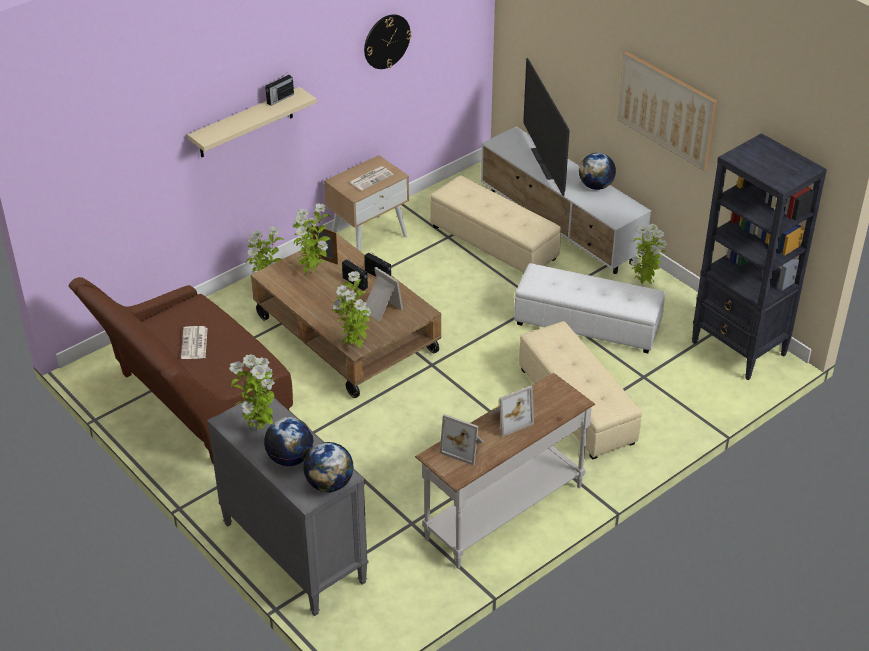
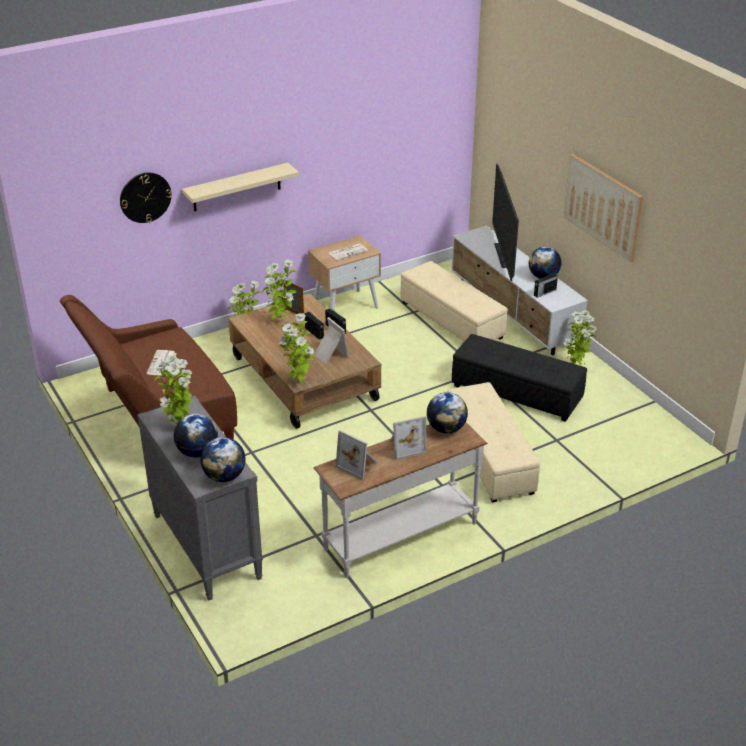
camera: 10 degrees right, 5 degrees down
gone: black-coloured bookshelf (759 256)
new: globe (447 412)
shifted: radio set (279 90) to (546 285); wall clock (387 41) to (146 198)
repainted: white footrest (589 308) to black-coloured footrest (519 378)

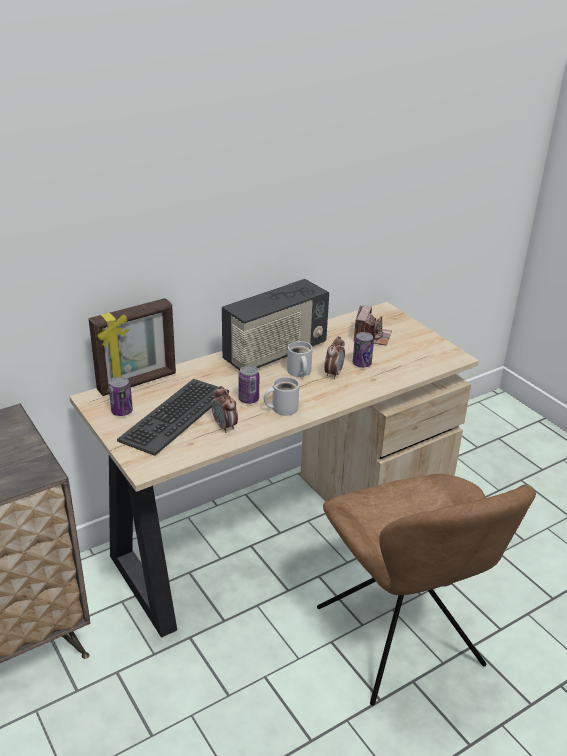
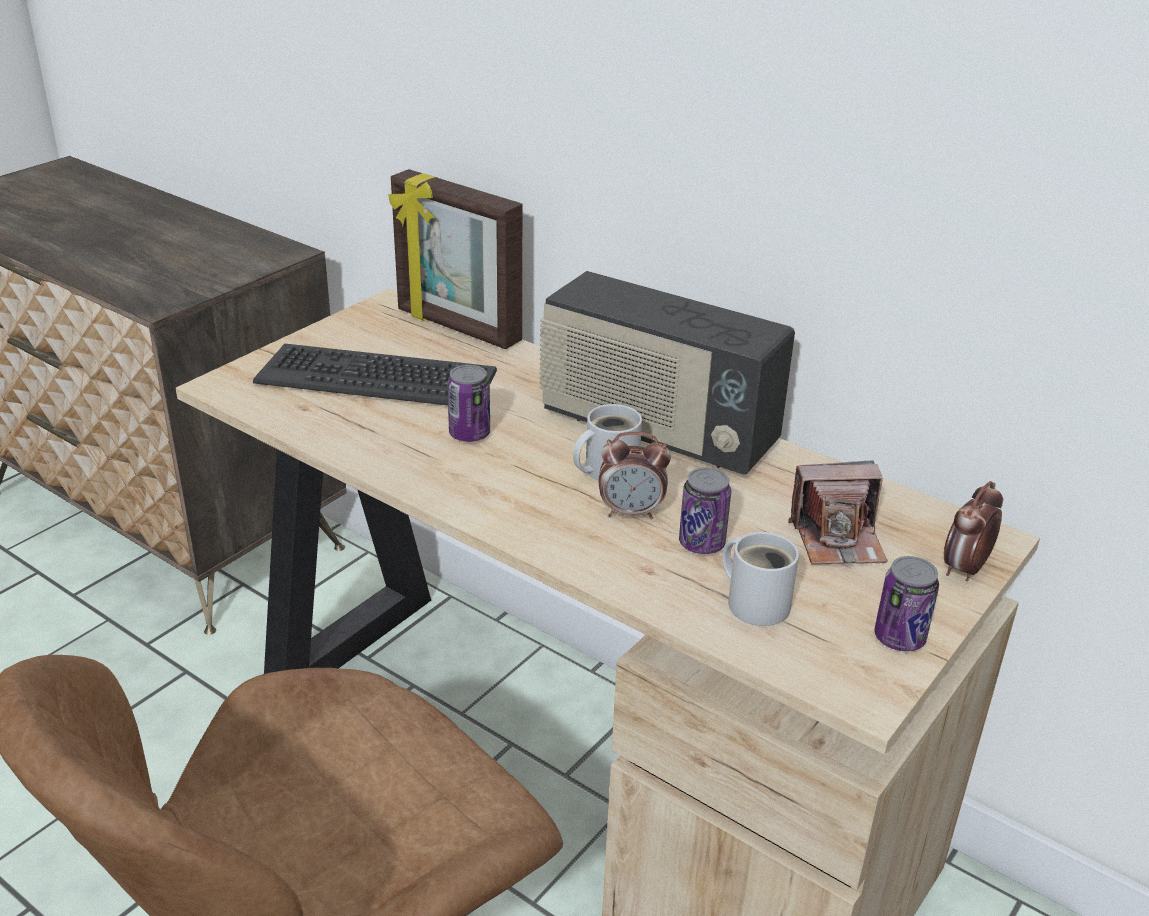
camera: 70 degrees right, 0 degrees up
shifted: sealed can (121 396) to (906 603); bedside clock (225 409) to (973 531); white tea mug (281 396) to (760 579)

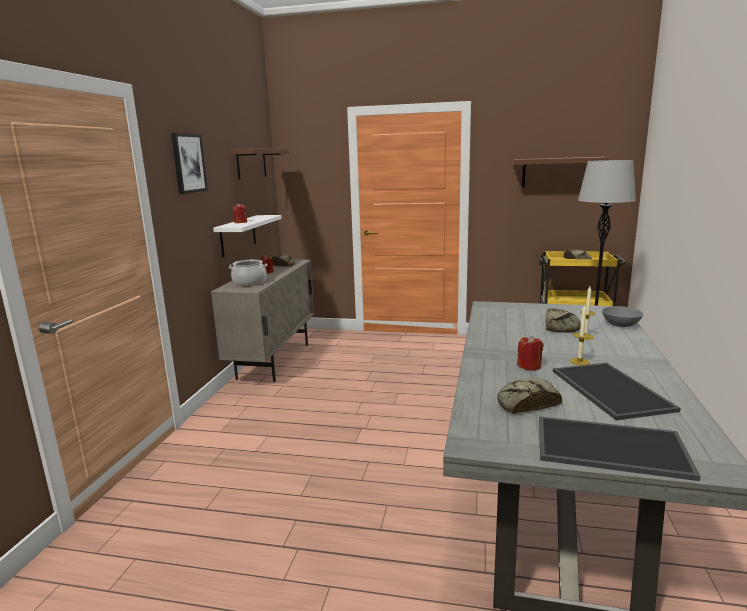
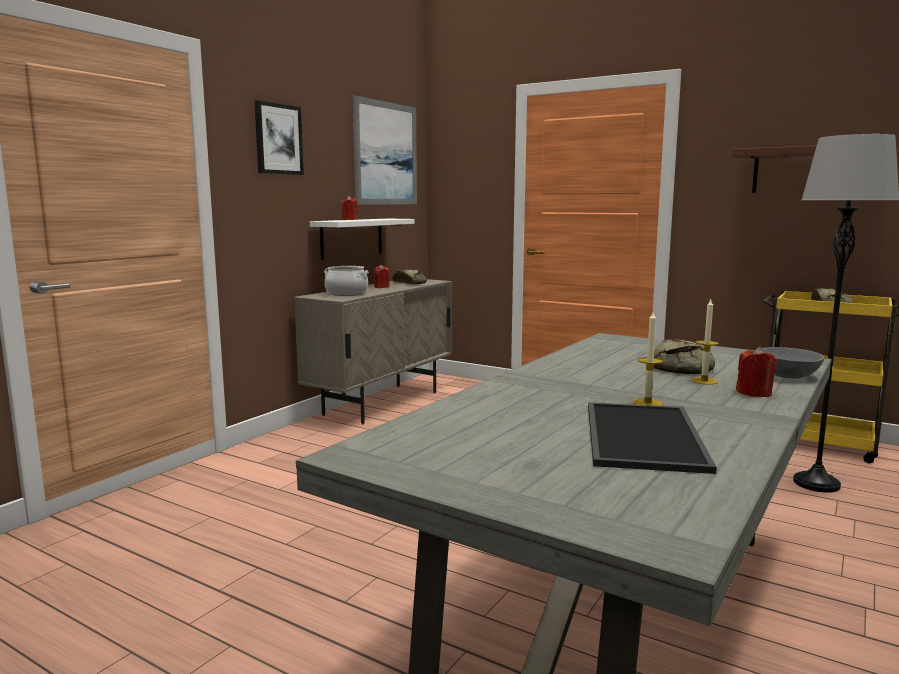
camera: 20 degrees right, 5 degrees down
gone: baked bread (529 395); serving tray (620 448)
shifted: reddish candle (530 353) to (756 372)
swapped: brownish shelf (260 164) to picture (385 150)

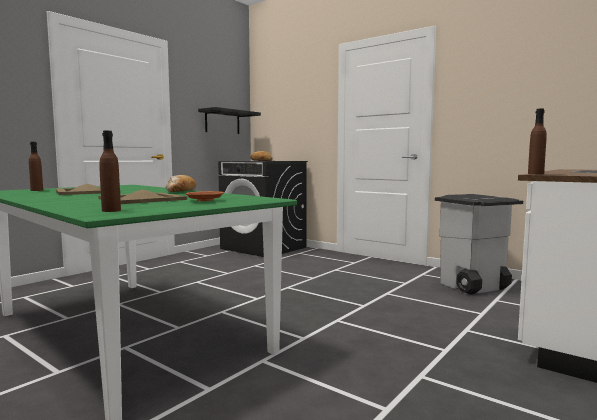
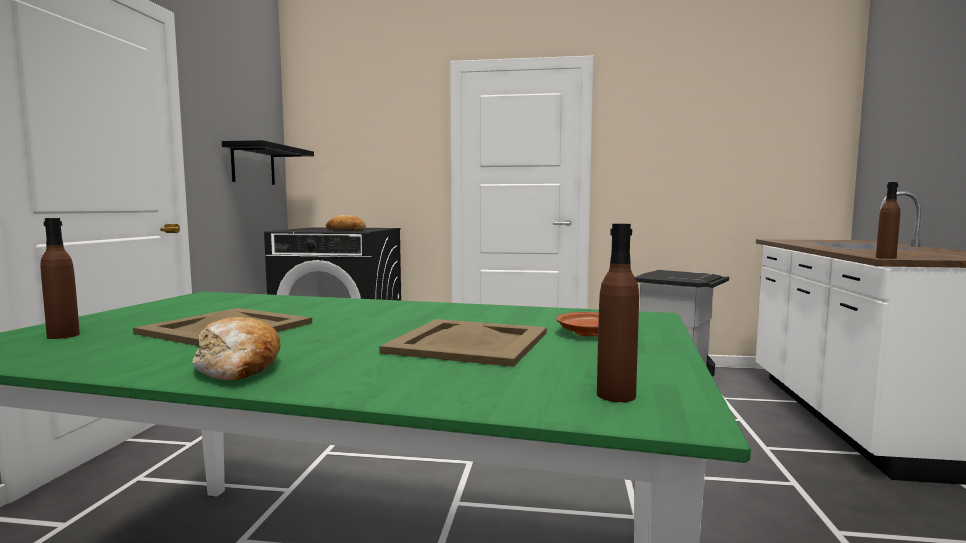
camera: 30 degrees left, 0 degrees up
shifted: baked bread (180 183) to (236 349)

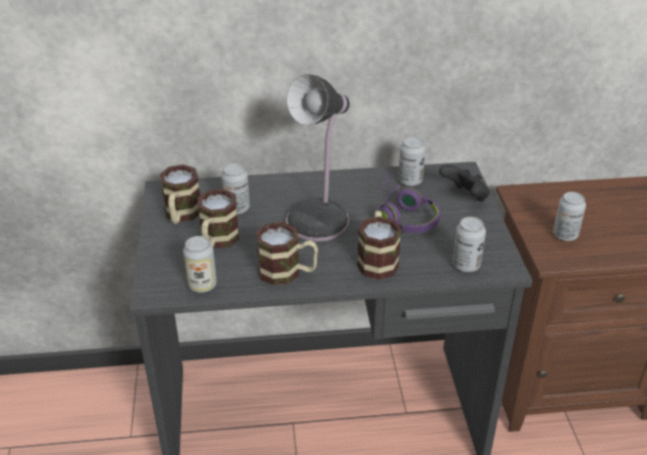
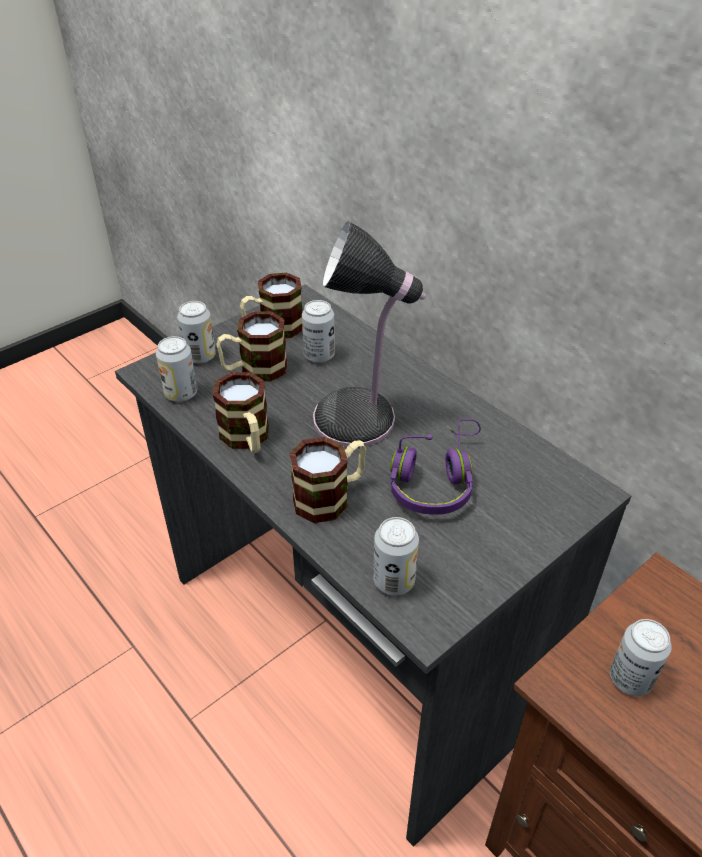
camera: 55 degrees right, 5 degrees up
gone: black-coloured game controller (464 183)
shifted: sealed can (412 161) to (196 332)

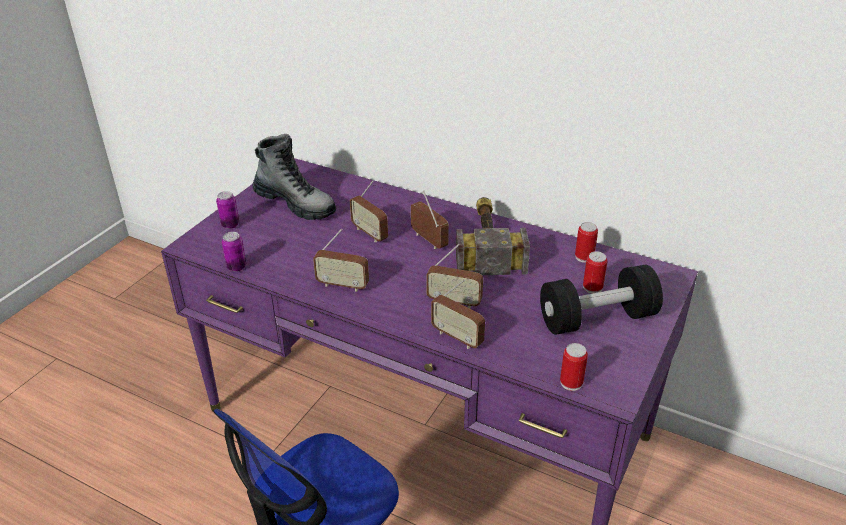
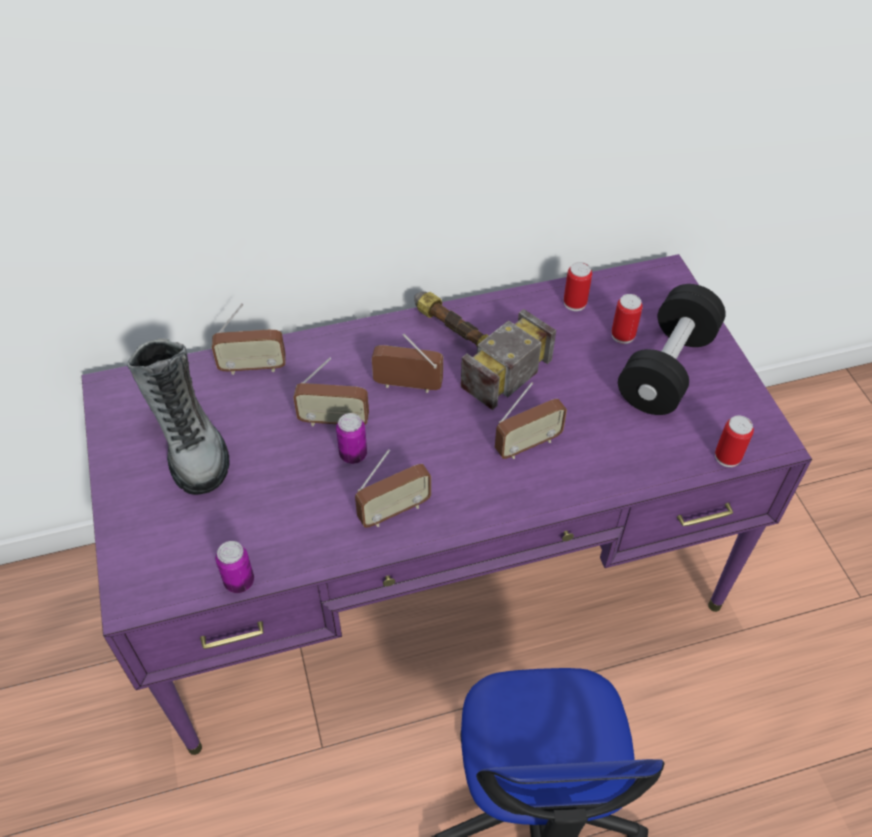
camera: 45 degrees left, 15 degrees up
shifted: sealed can (227 210) to (351 438); radio set (458 314) to (249 339)
rotated: high-top boot (294 177) = (178 416) 75 degrees clockwise

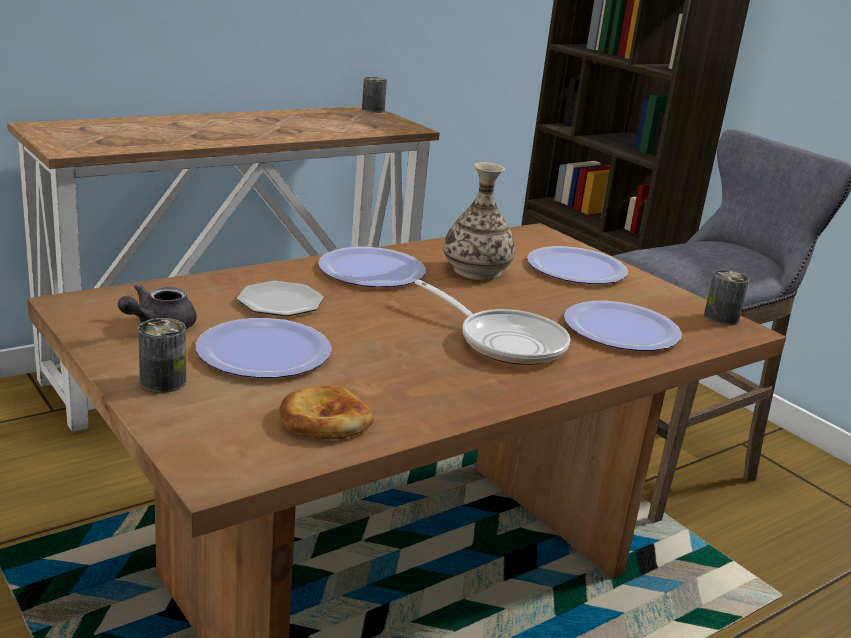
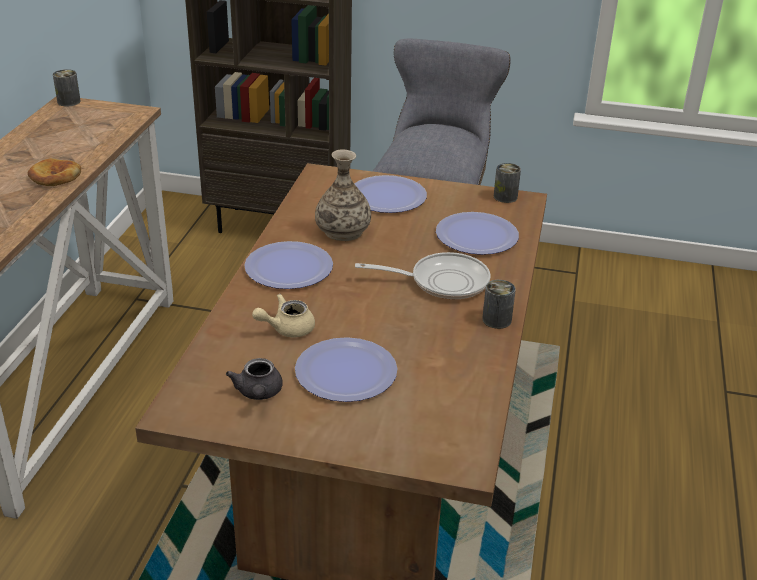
camera: 40 degrees left, 10 degrees up
shifted: sealed can (162 355) to (499 304); baked bread (326 412) to (54 172)
swapped: plate (280 298) to beige-coloured tea pot (283 315)

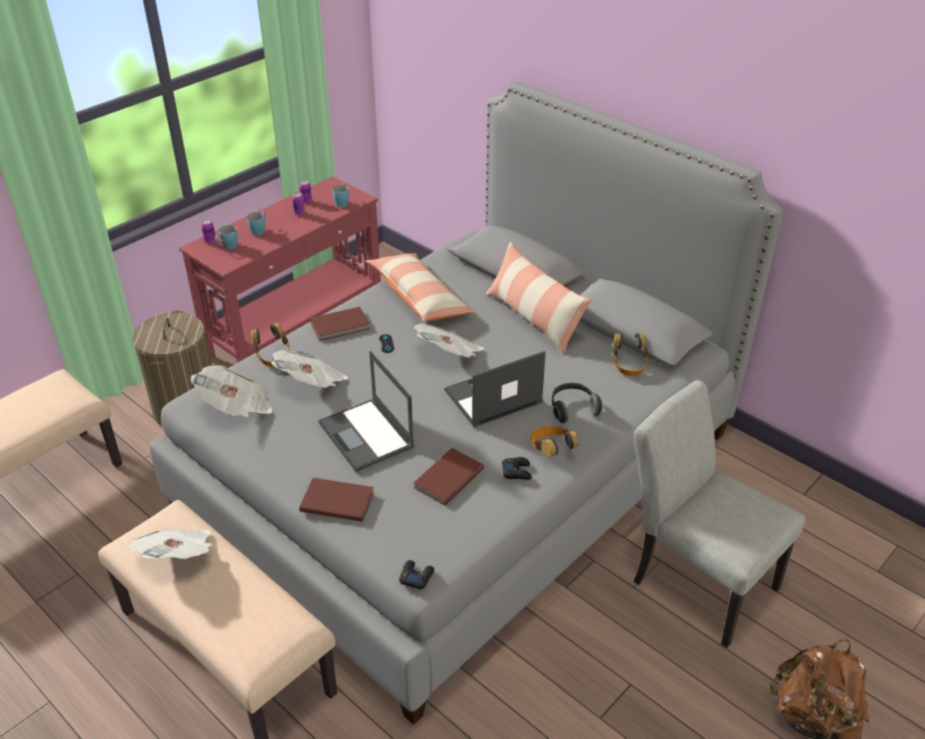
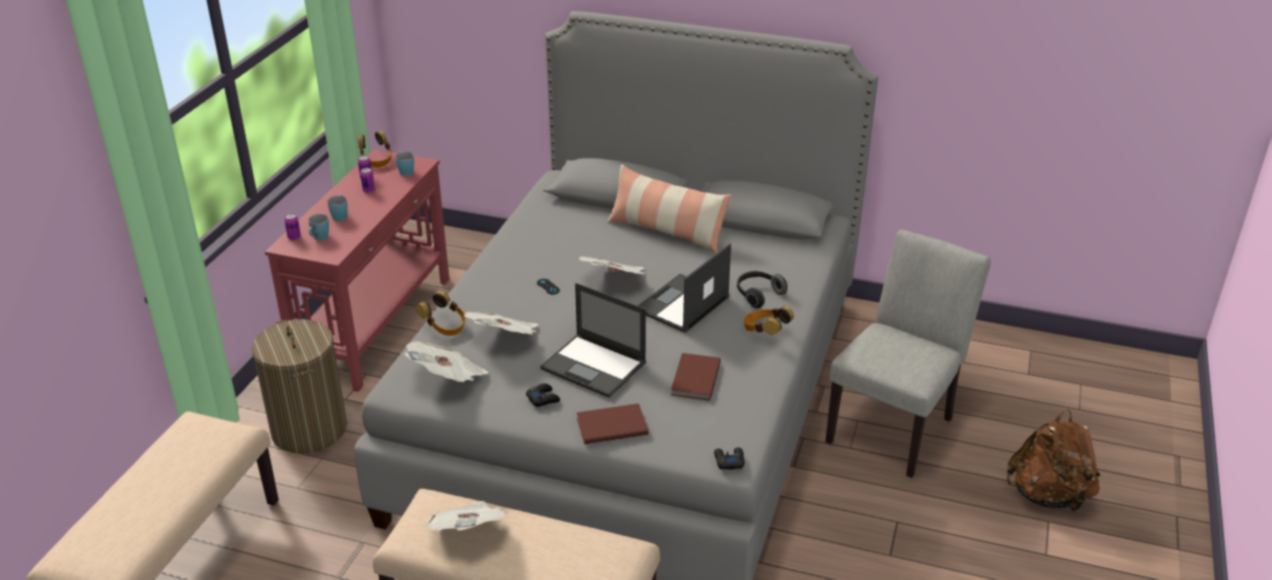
camera: 25 degrees left, 5 degrees down
gone: brownish book (340 324); cushion (420 287)
shifted: black-coloured game controller (517 468) to (543 395); headphones (631 354) to (374 149)
rotated: greyish chair (719 514) = (908 353) 105 degrees clockwise

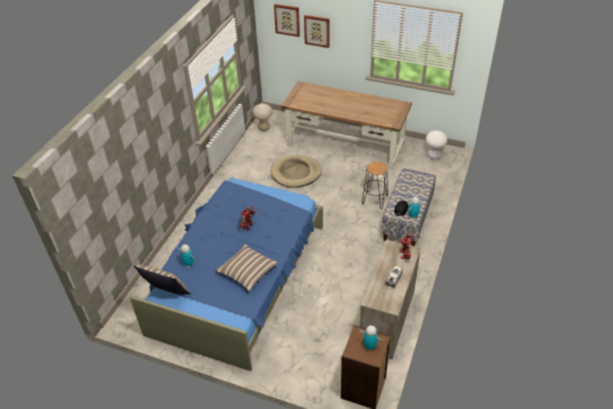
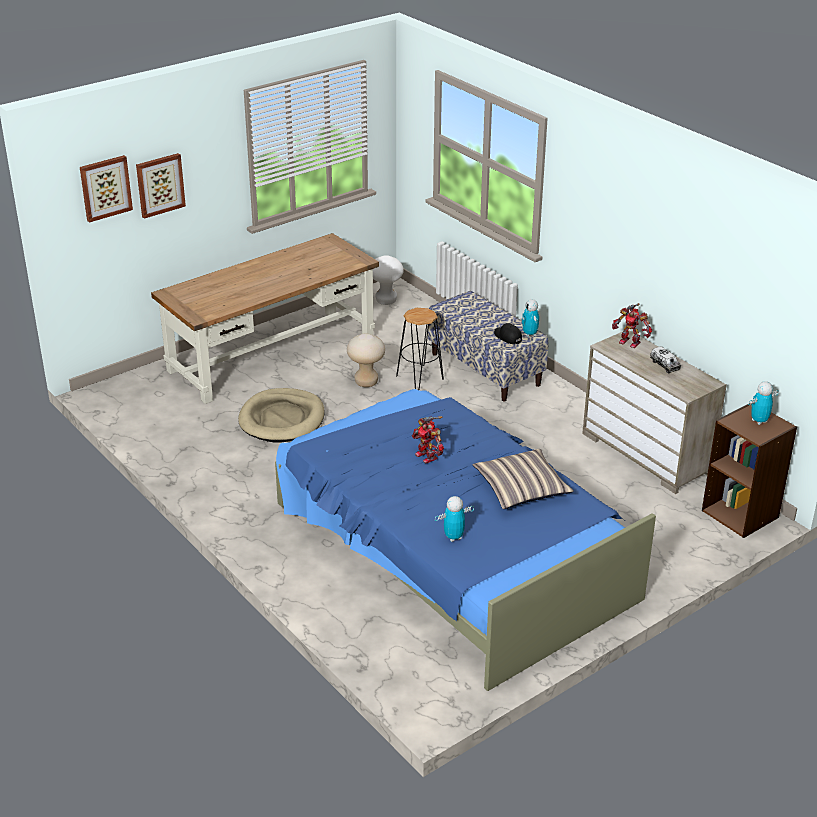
camera: 60 degrees left, 10 degrees down
gone: cushion (162 279)
shifted: beige-coloured sitting stool (262 117) to (366 360)

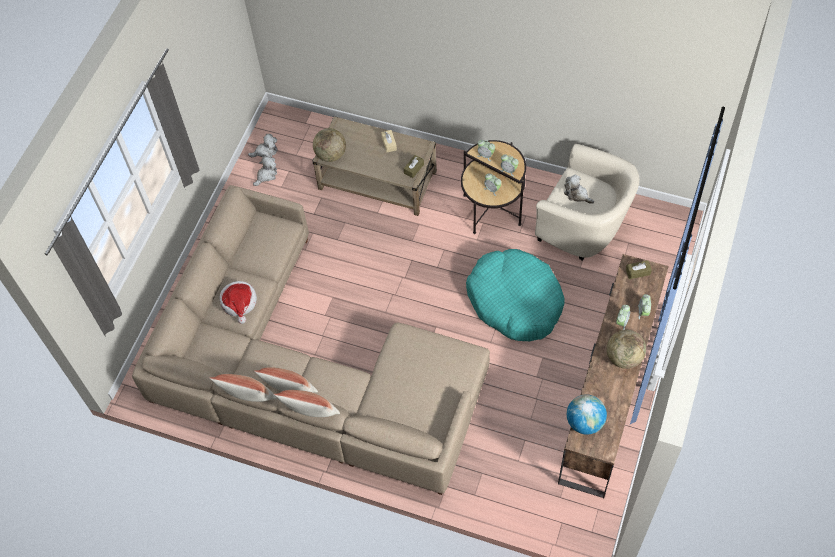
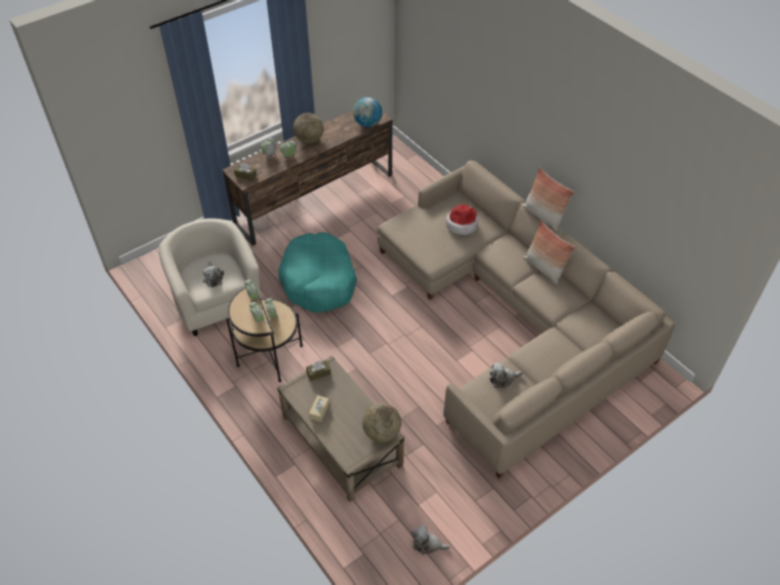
camera: 150 degrees left, 10 degrees down
gone: cushion (243 388)
shifted: clothing hat (238 302) to (462 219); soft toy (265 171) to (506 375)

